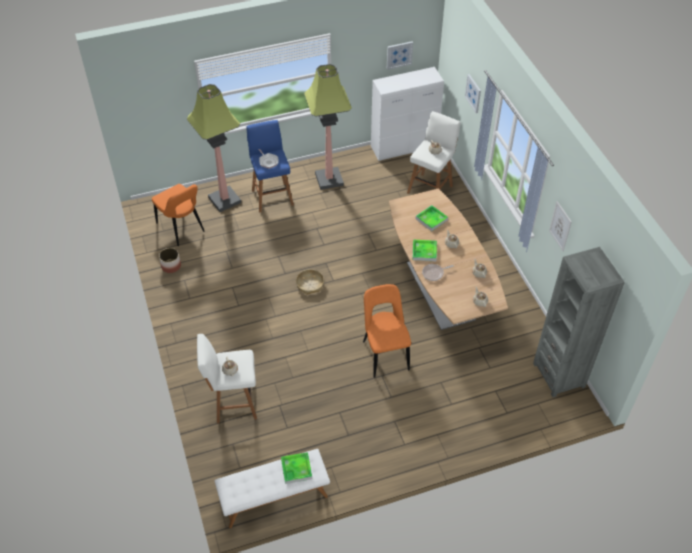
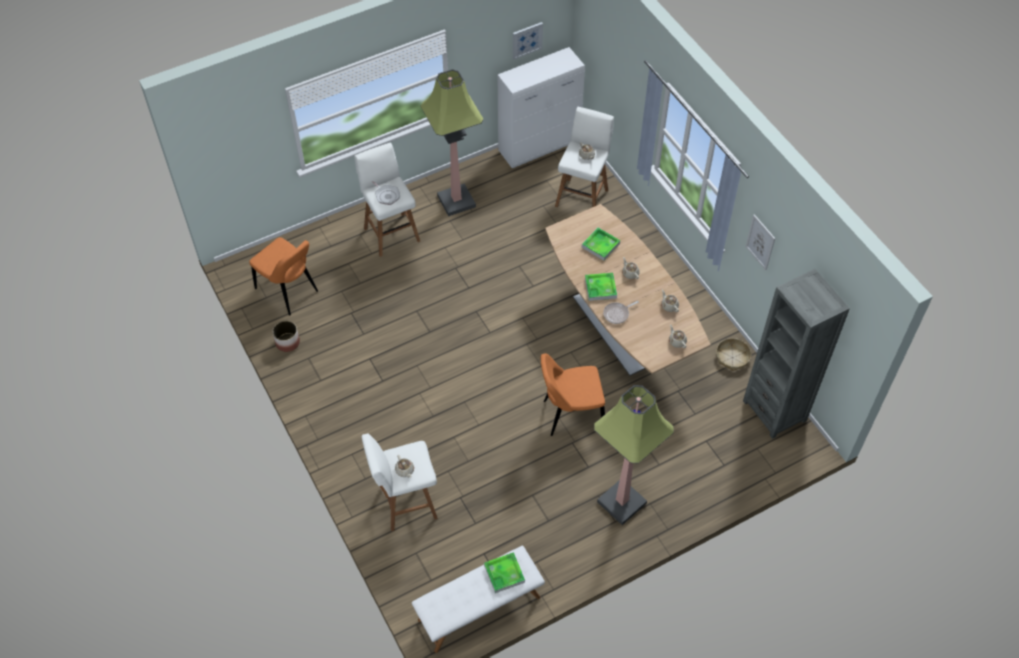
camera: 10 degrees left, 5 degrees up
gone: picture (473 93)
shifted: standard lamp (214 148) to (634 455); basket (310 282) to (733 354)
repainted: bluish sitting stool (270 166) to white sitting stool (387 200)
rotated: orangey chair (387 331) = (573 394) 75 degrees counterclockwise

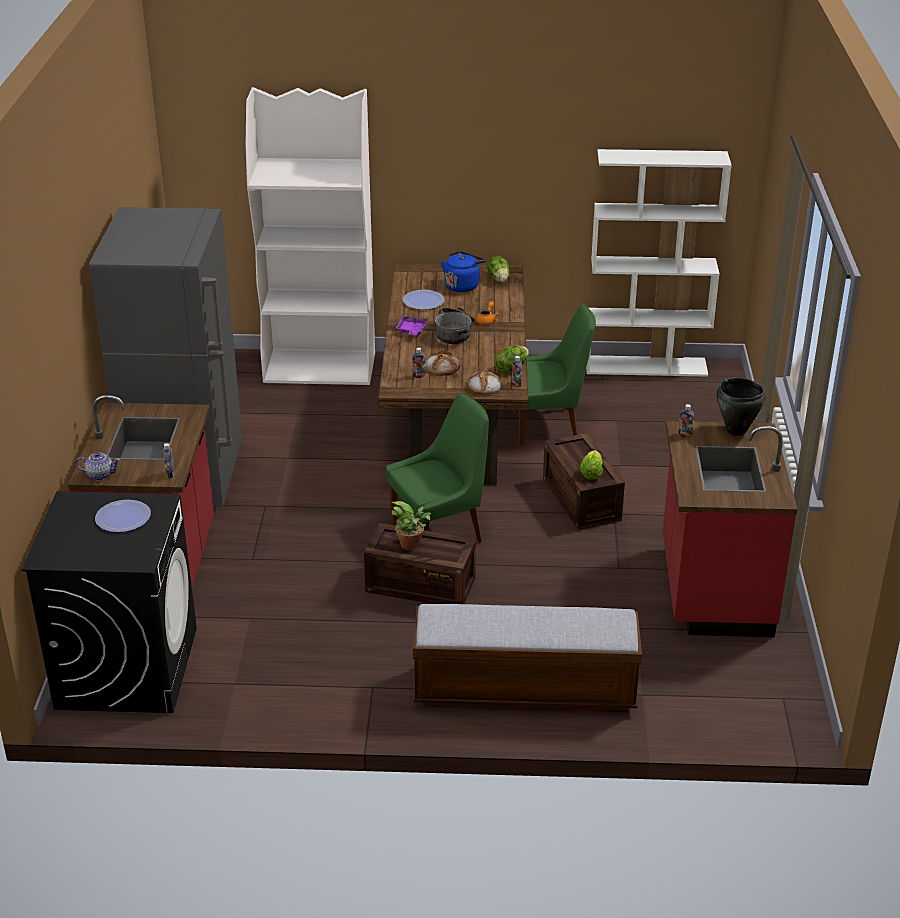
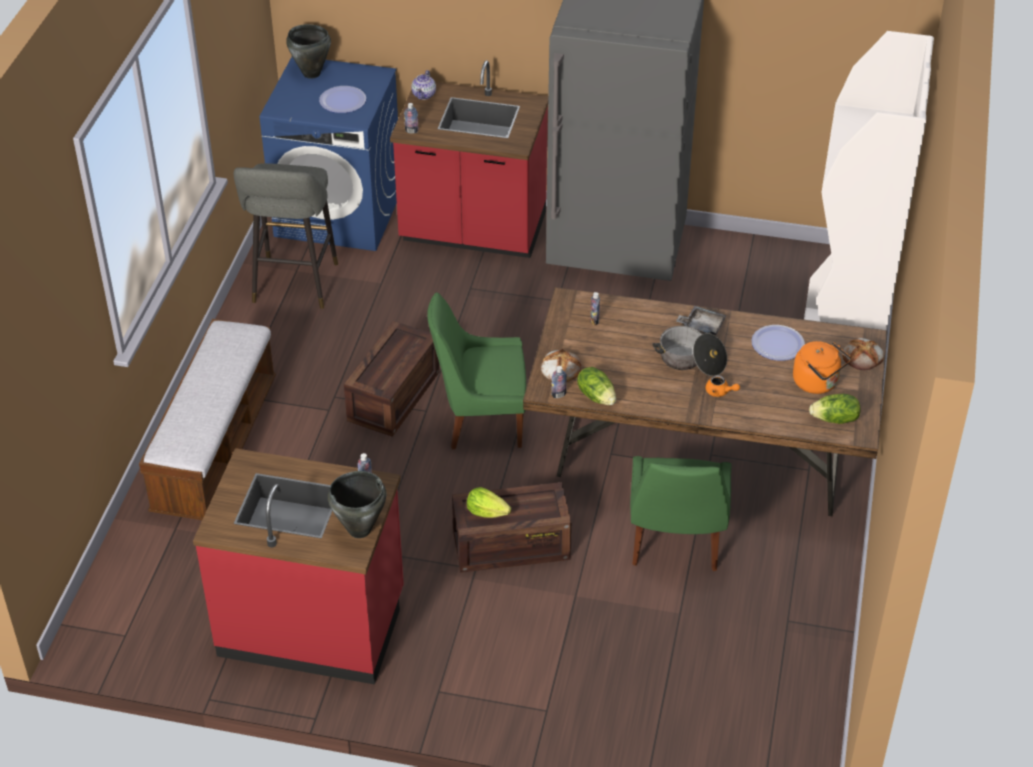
camera: 100 degrees right, 10 degrees up
gone: houseplant (411 525); white bookshelf (659 263)
new: greyish sitting stool (286 236); black-coloured saucepot (308 51)
shifted: baked bread (443 363) to (863 354)
repainted: black-coloured washing machine (109 602) to bluish washing machine (329 154); purple-coloured serving tray (411 325) to greyish serving tray (701 320); bluish water kettle (463 271) to orangey water kettle (822 367)
rotated: greenish chair (437 468) = (476 371) 105 degrees clockwise

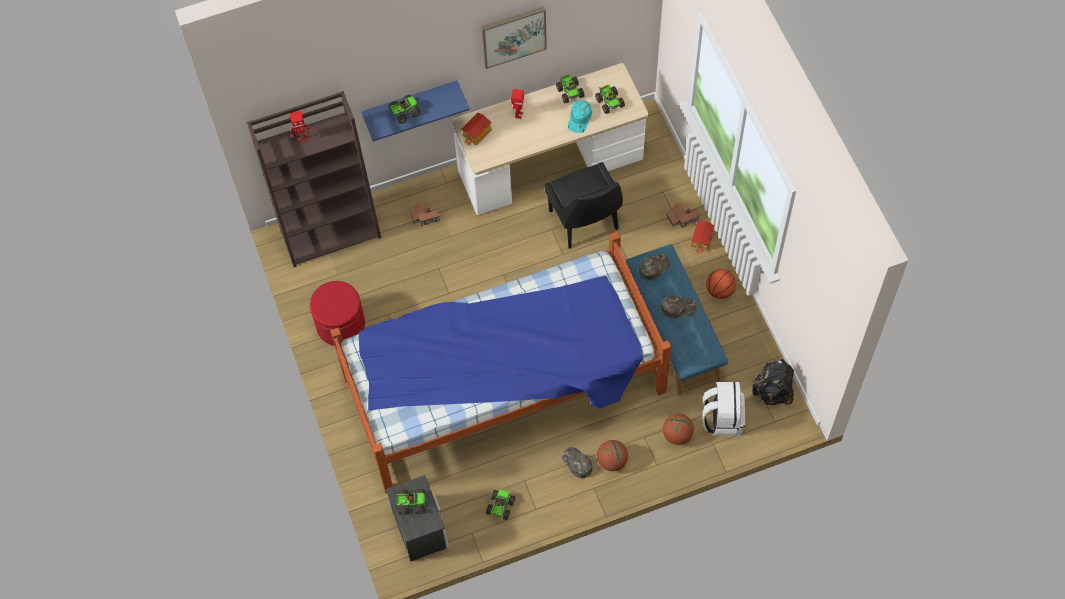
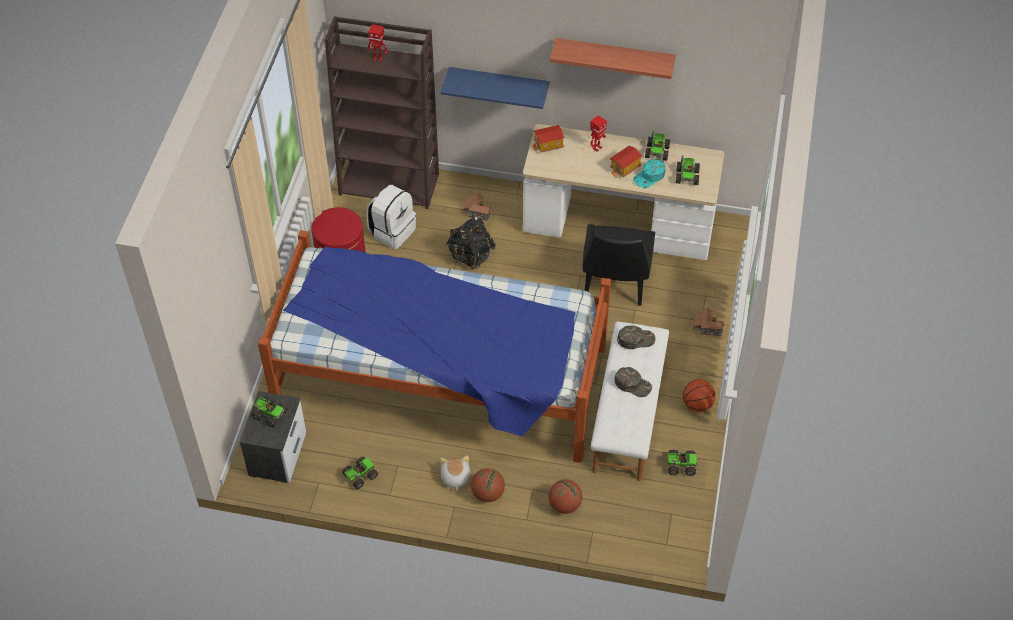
camera: 30 degrees right, 10 degrees down
shifted: toy truck (404 109) to (682 463); model house (702 237) to (626 161); white backpack (724 409) to (391 217); black-coloured backpack (773 382) to (471 243)
swapped: picture (514 38) to shelf (613 58); greenish peaked cap (577 462) to soft toy (455 473)
repainted: bluish indoor bench (677 319) to white indoor bench (630 401)

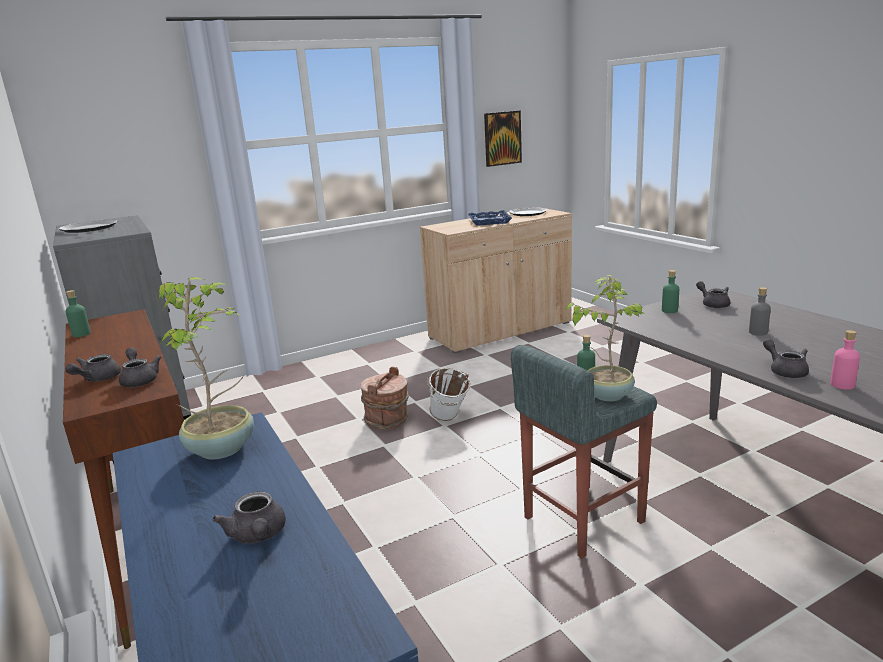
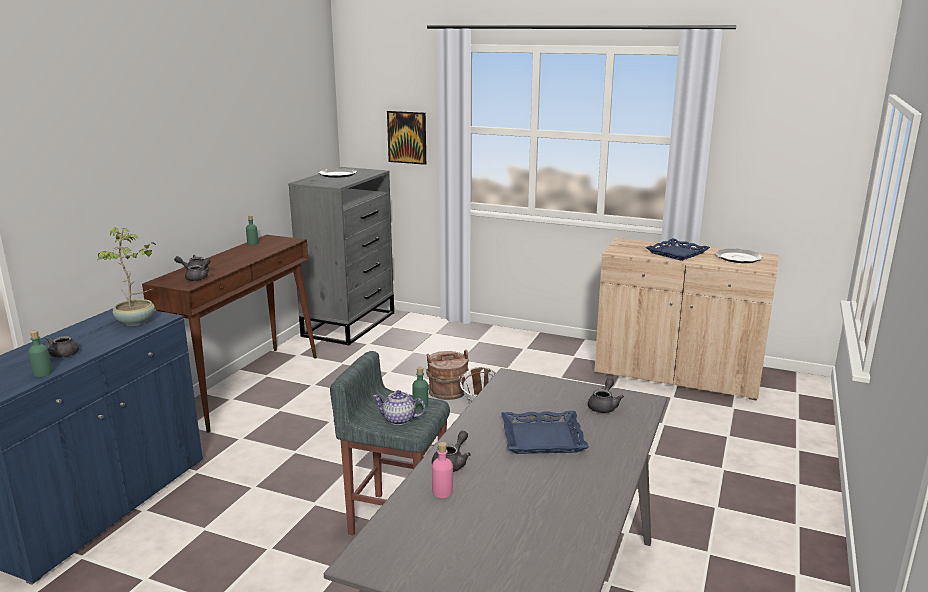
camera: 50 degrees right, 0 degrees up
shifted: picture (503 138) to (406 138); greenish drink bottle (670 291) to (40 353)
swapped: houseplant (606 338) to tea pot (399 407); greyish drink bottle (760 311) to bluish serving tray (545 432)

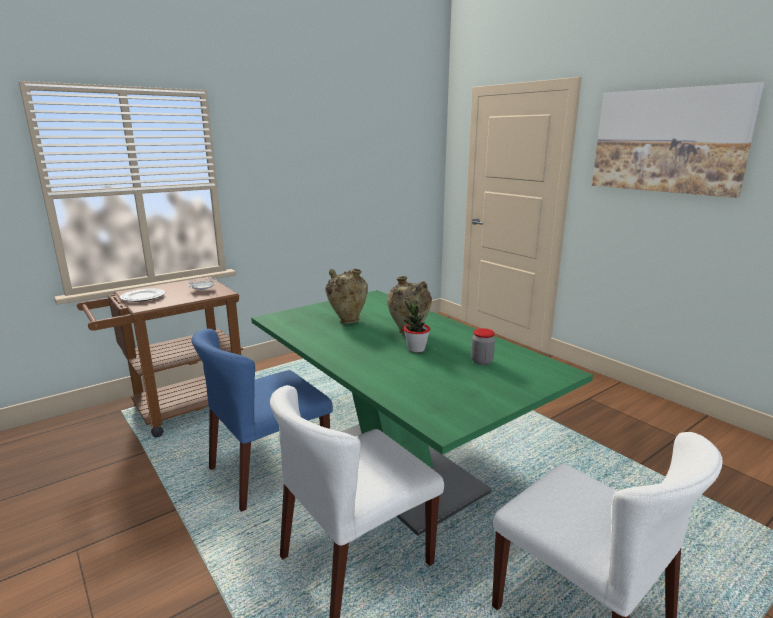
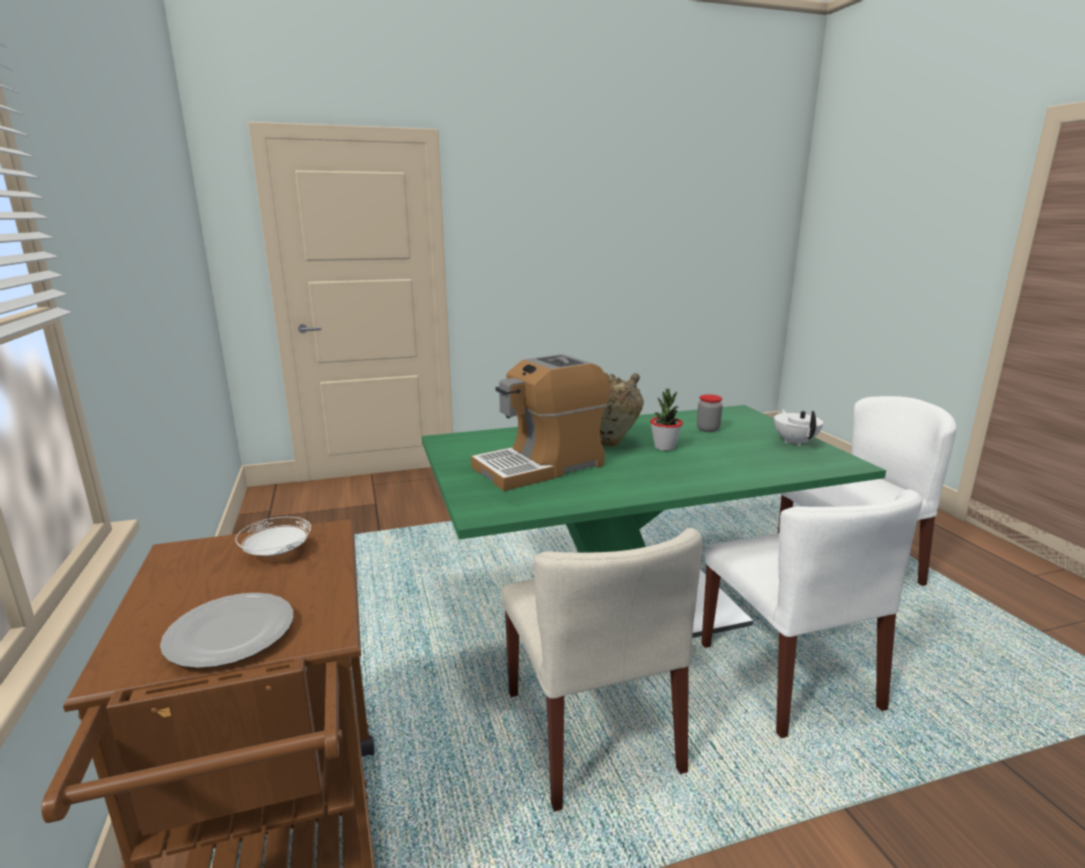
camera: 70 degrees left, 0 degrees up
gone: picture (678 140)
new: white tea pot (798 427)
swapped: beige-coloured decorative vase (347 296) to coffee maker (540 422)
repainted: bluish chair (262 420) to beige-coloured chair (602 670)

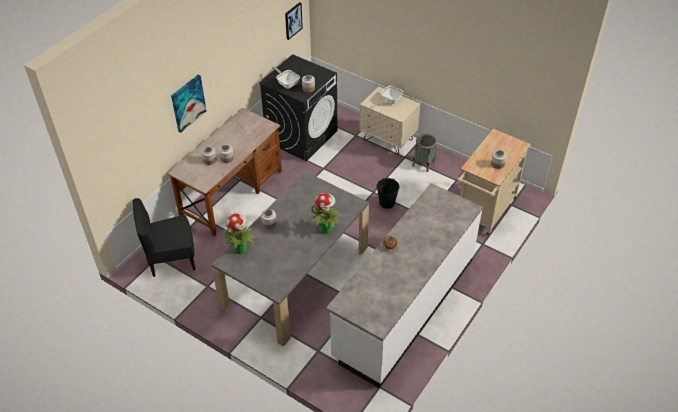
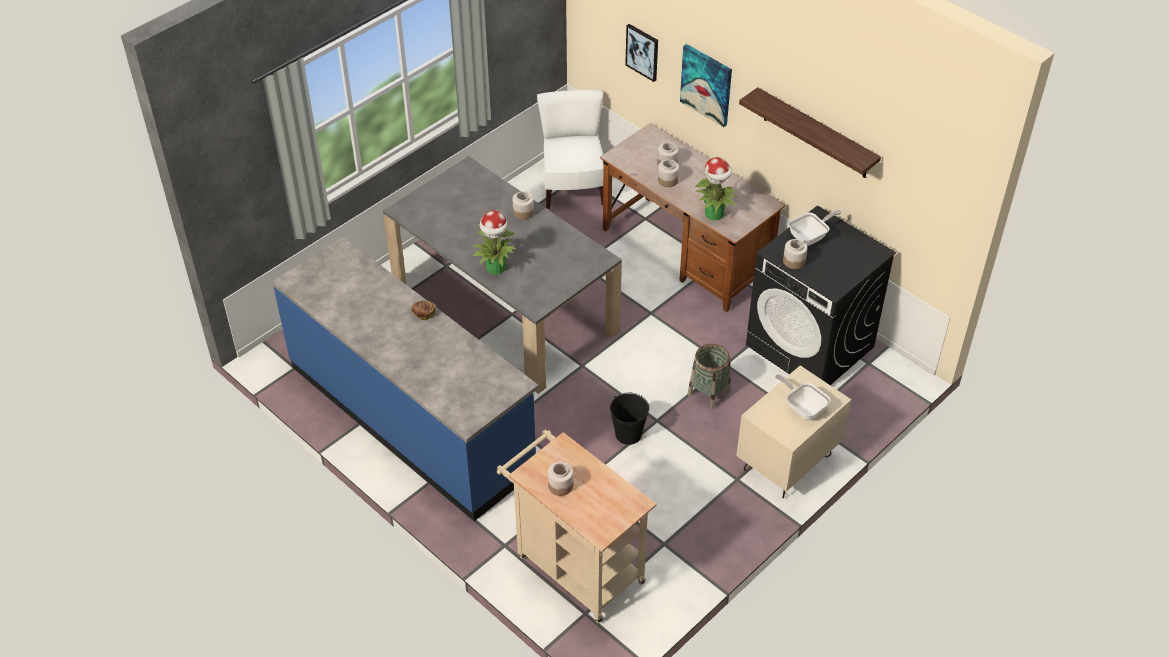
camera: 100 degrees right, 0 degrees up
new: shelf (810 132)
shifted: houseplant (238 233) to (716 188); picture (294 21) to (641 53); basket (424 153) to (709 376)
repainted: black-coloured chair (164 237) to white chair (570 149); white kitchen counter (404 285) to bluish kitchen counter (405 379)

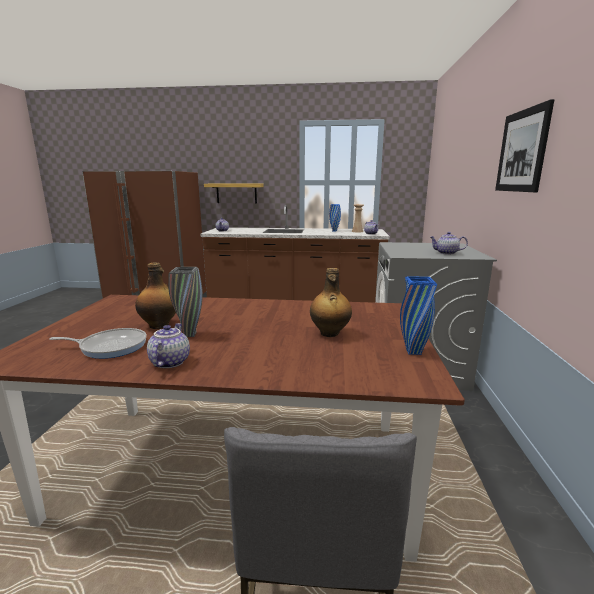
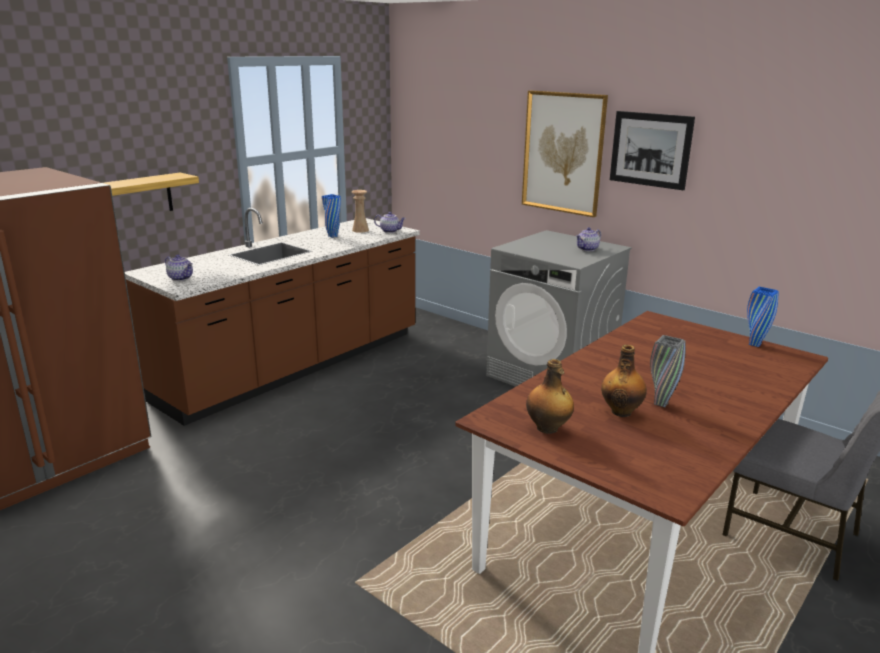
camera: 55 degrees left, 5 degrees up
gone: pan (98 343); tea pot (168 345)
new: picture (565 153)
shifted: drink bottle (331 302) to (550 396)

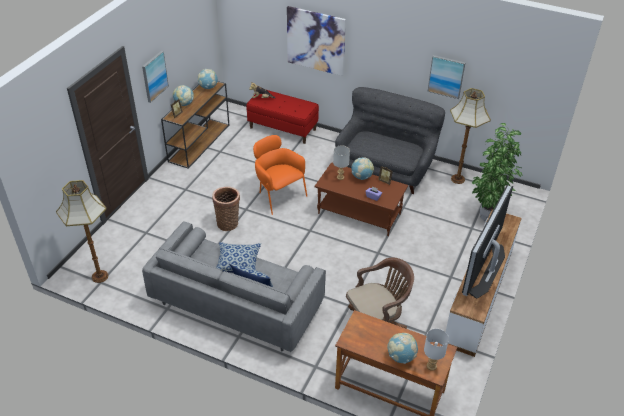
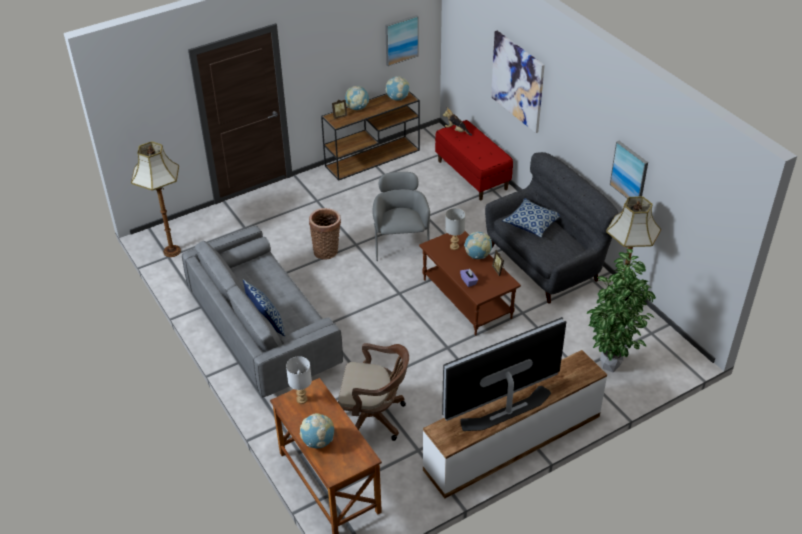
camera: 35 degrees right, 0 degrees up
shifted: picture (155 77) to (402 40); cushion (238 257) to (531 218); white lamp for a table (436 350) to (299 380)
repainted: orangey armchair (280 175) to greyish armchair (401 216)

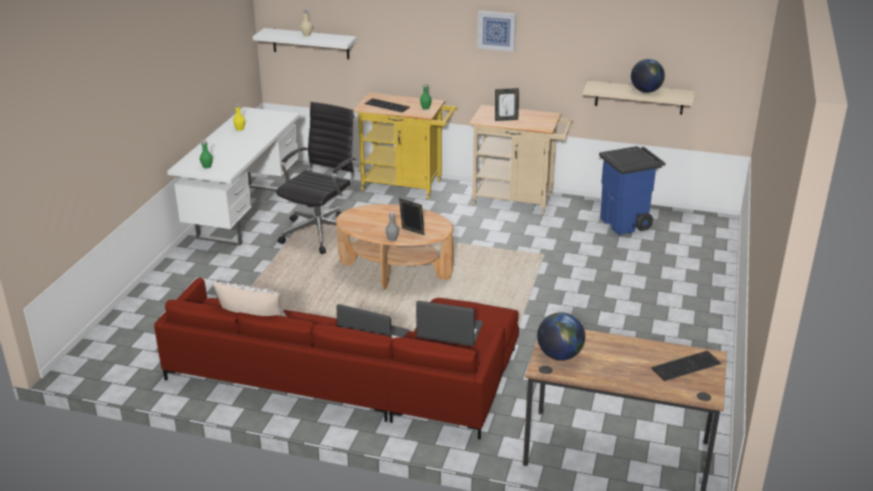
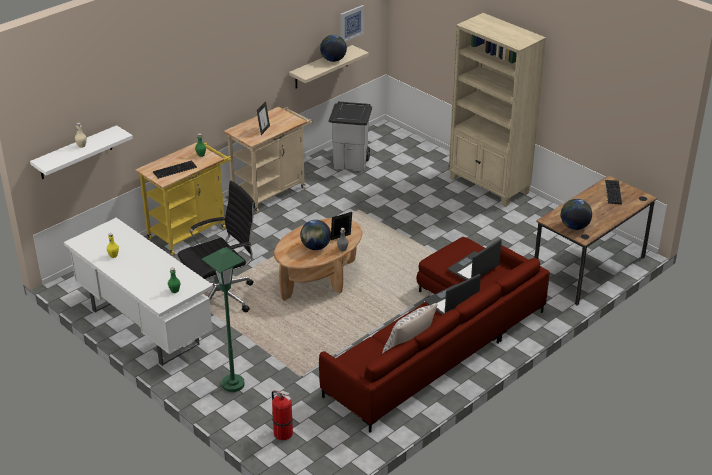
camera: 60 degrees left, 5 degrees up
new: greenish standard lamp (223 319); fire extinguisher (282 415); globe (315 235); beige-coloured bookshelf (497 110)
shifted: picture (496 31) to (352 23)
repainted: bluish trash can (632 190) to greyish trash can (350 136)
rotated: black-coloured computer chair (316 178) = (216 246) 90 degrees clockwise

